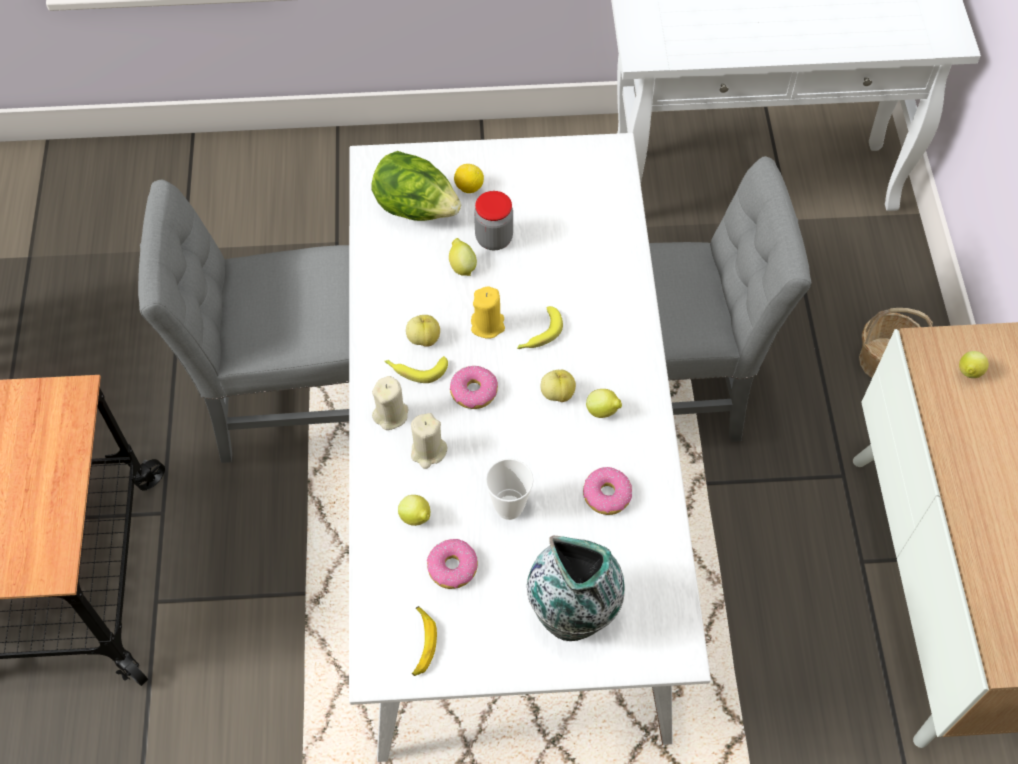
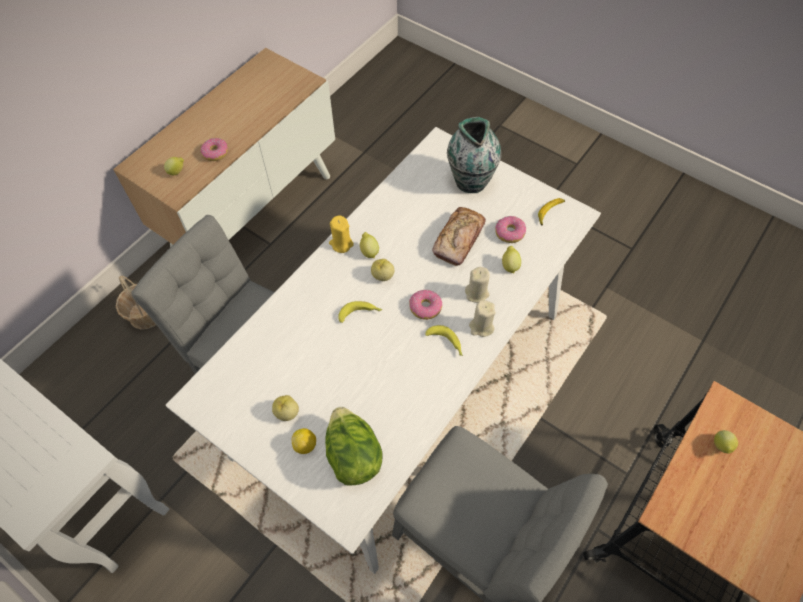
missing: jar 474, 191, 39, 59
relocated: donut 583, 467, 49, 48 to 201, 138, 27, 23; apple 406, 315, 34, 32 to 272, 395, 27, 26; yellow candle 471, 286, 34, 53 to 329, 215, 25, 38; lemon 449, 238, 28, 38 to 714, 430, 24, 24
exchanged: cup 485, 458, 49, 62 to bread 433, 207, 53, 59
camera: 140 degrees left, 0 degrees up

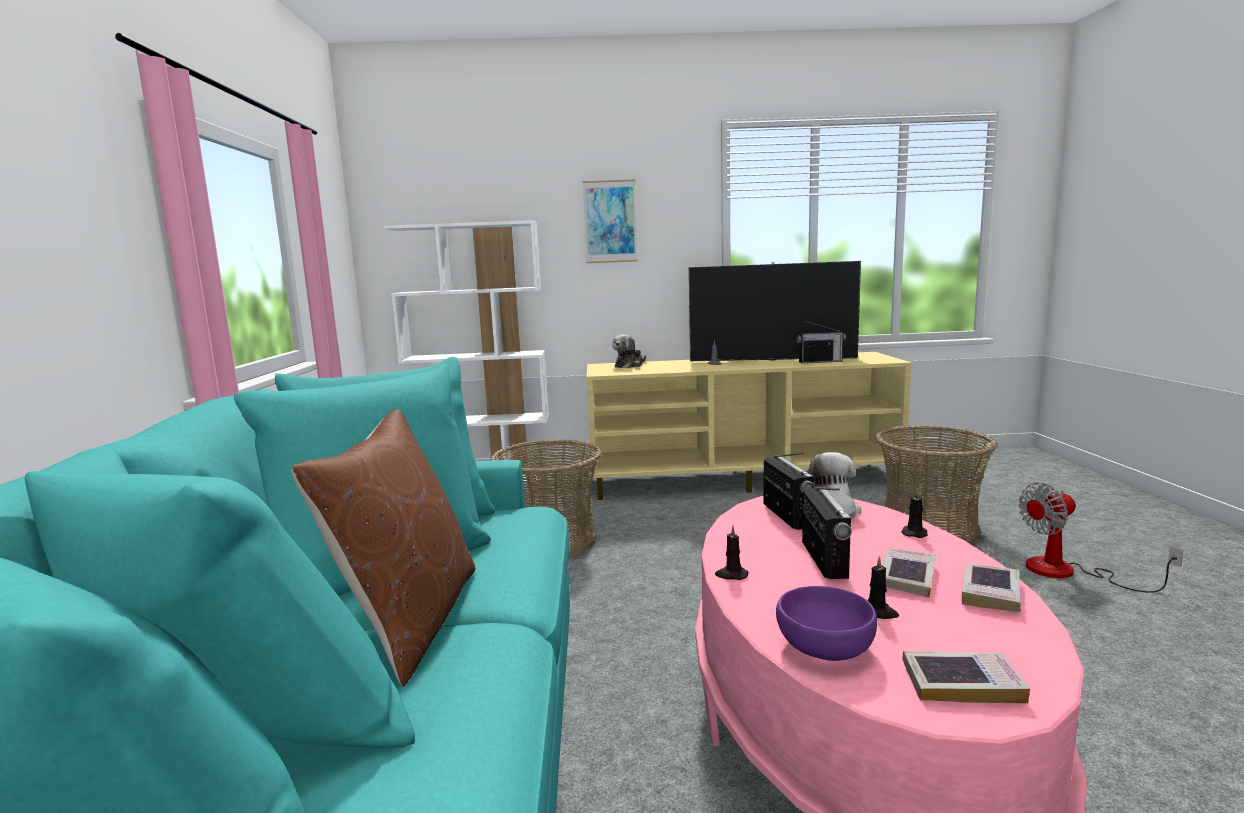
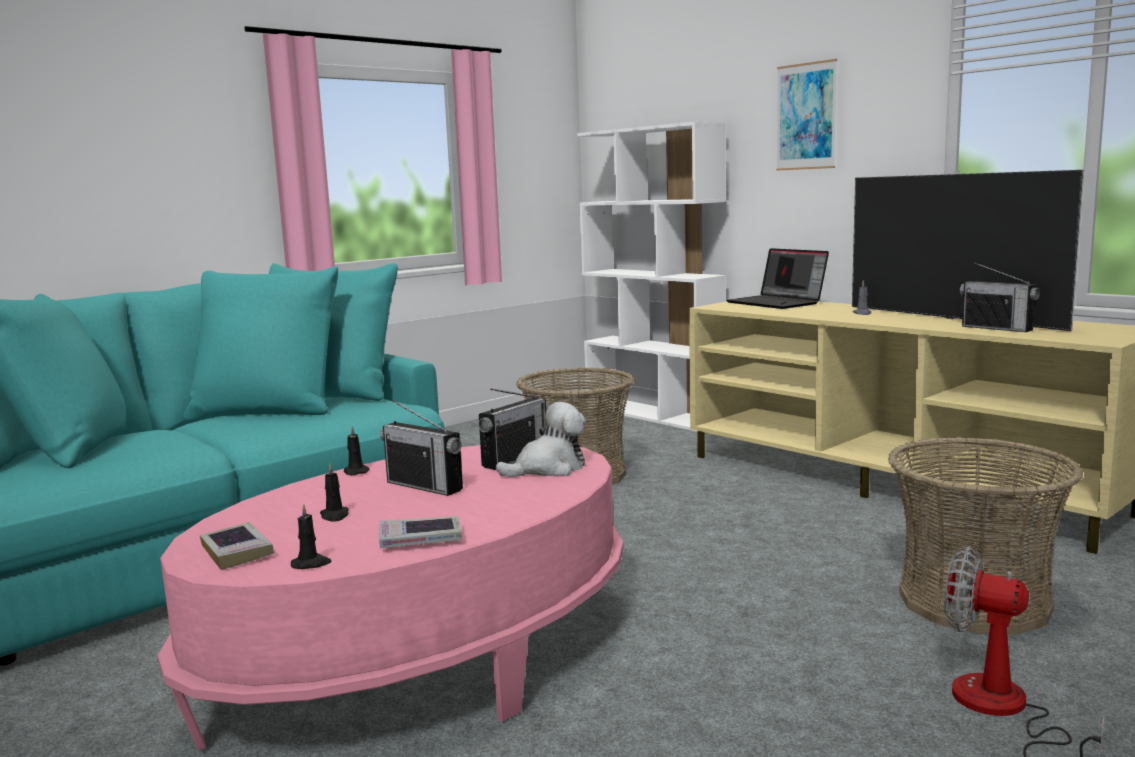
missing: brown pillow 291, 409, 184, 278; purple bowl 776, 586, 101, 75; book 883, 548, 53, 50
relocated: black candle 901, 489, 27, 49 to 291, 504, 41, 65
exchanged: plush toy 612, 334, 34, 34 to laptop 727, 248, 102, 61
spun: radio 802, 486, 50, 93 = 380, 400, 83, 96 75 degrees clockwise
camera: 50 degrees right, 0 degrees up

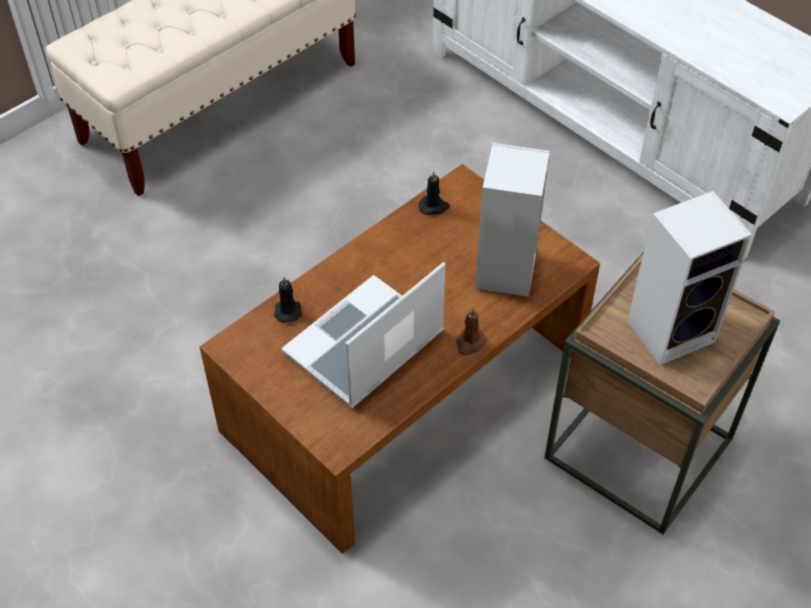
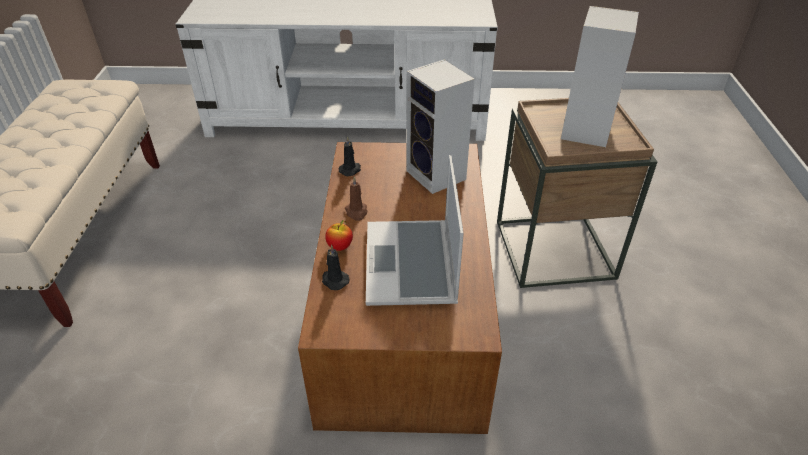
appeared: apple 325, 220, 28, 31
relocated: brown candle 456, 308, 31, 47 to 345, 177, 22, 44
camera: 45 degrees left, 10 degrees down

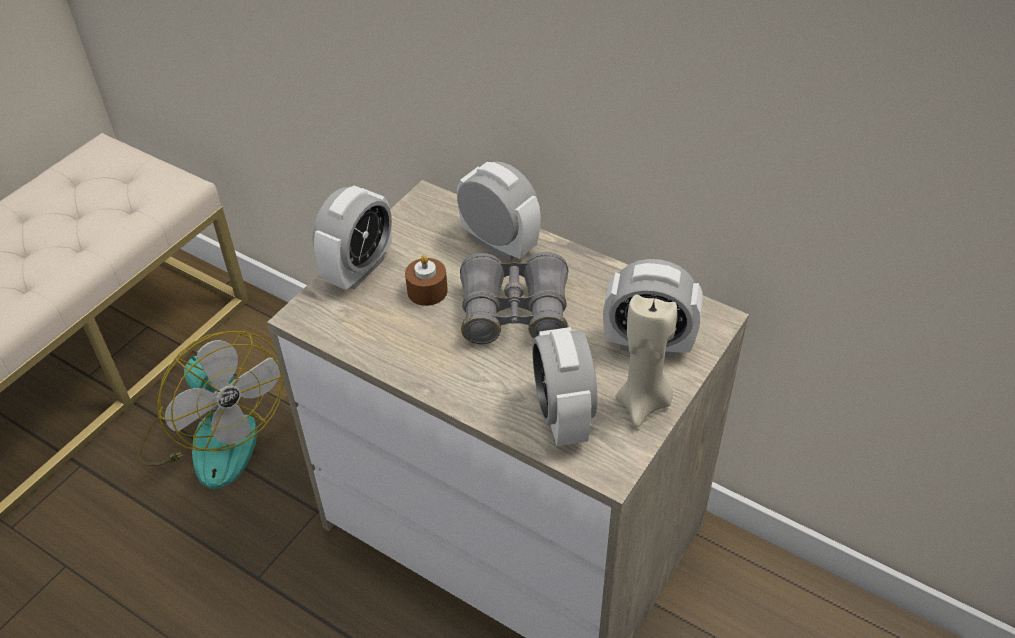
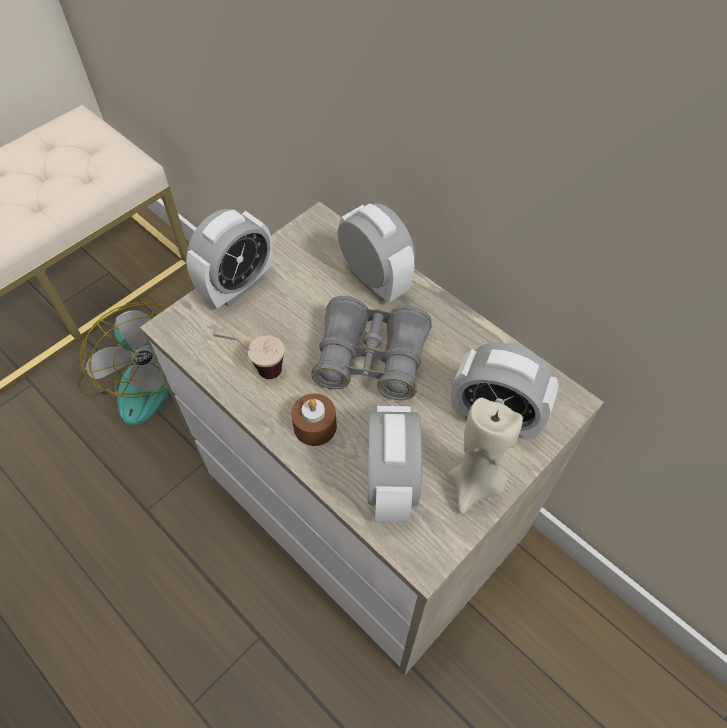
appeared: cup 213, 334, 71, 45
relocated: brown candle 405, 255, 43, 51 to 291, 394, 46, 52
camera: 10 degrees right, 10 degrees up

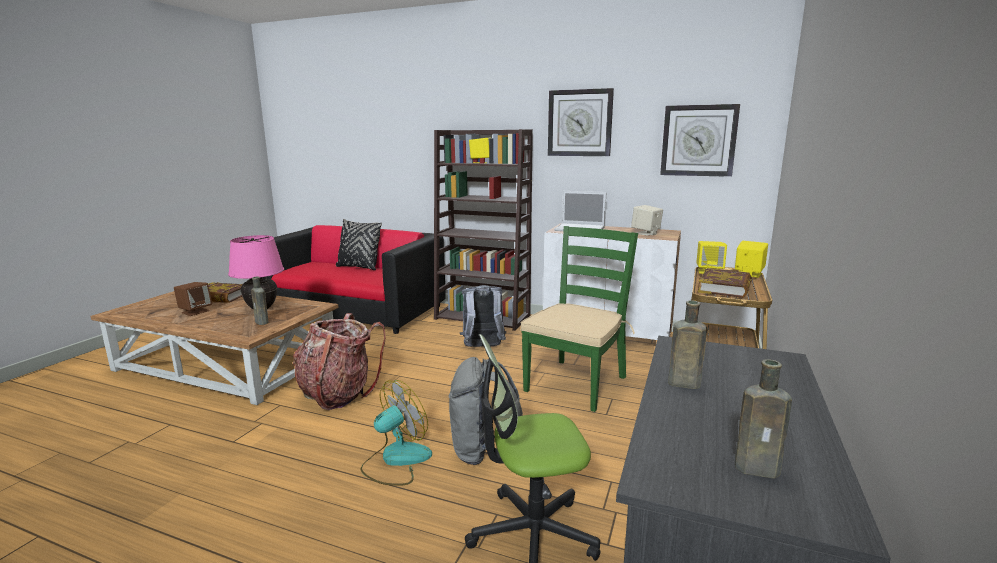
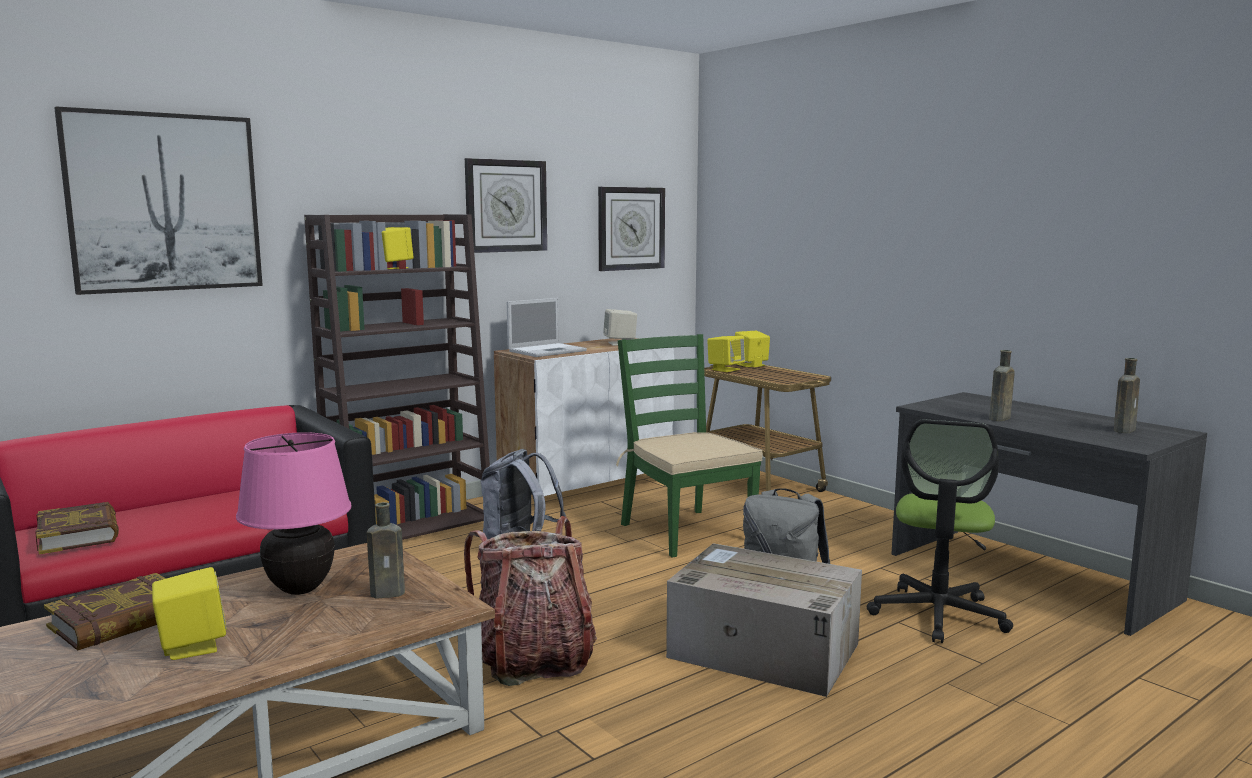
missing: black pillow 336, 219, 46, 51
appeared: picture 54, 106, 209, 189
relocated: book 698, 268, 54, 30 to 35, 502, 84, 52
exchanged: fan 360, 380, 72, 106 to cardboard box 666, 543, 196, 154
colour: brown speaker 174, 282, 38, 34 to yellow speaker 152, 567, 75, 93
camera: 60 degrees left, 5 degrees down

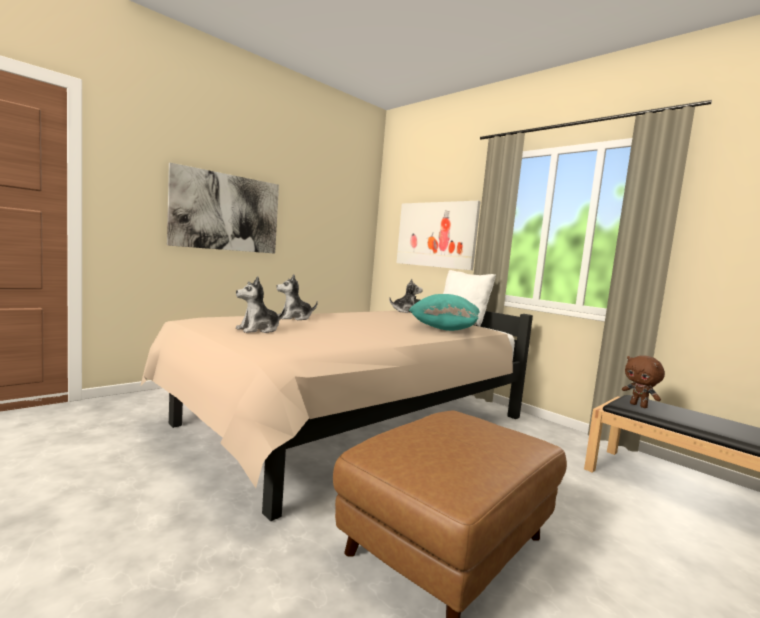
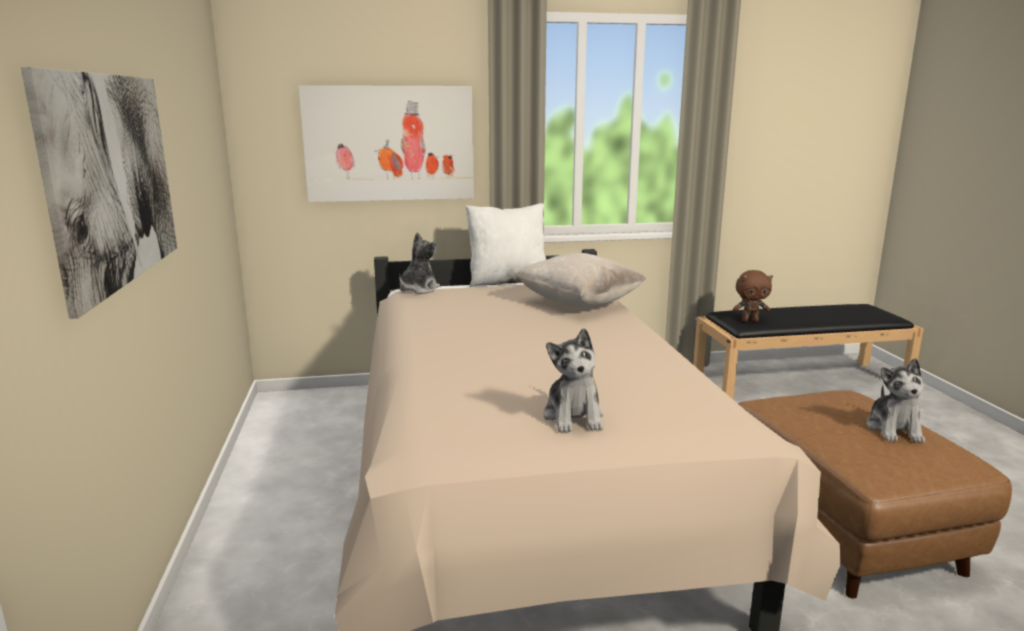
relocated: plush toy 277, 274, 41, 46 to 866, 358, 59, 85
colour: turquoise pillow 409, 294, 70, 37 to beige pillow 515, 253, 131, 54
camera: 55 degrees left, 10 degrees up

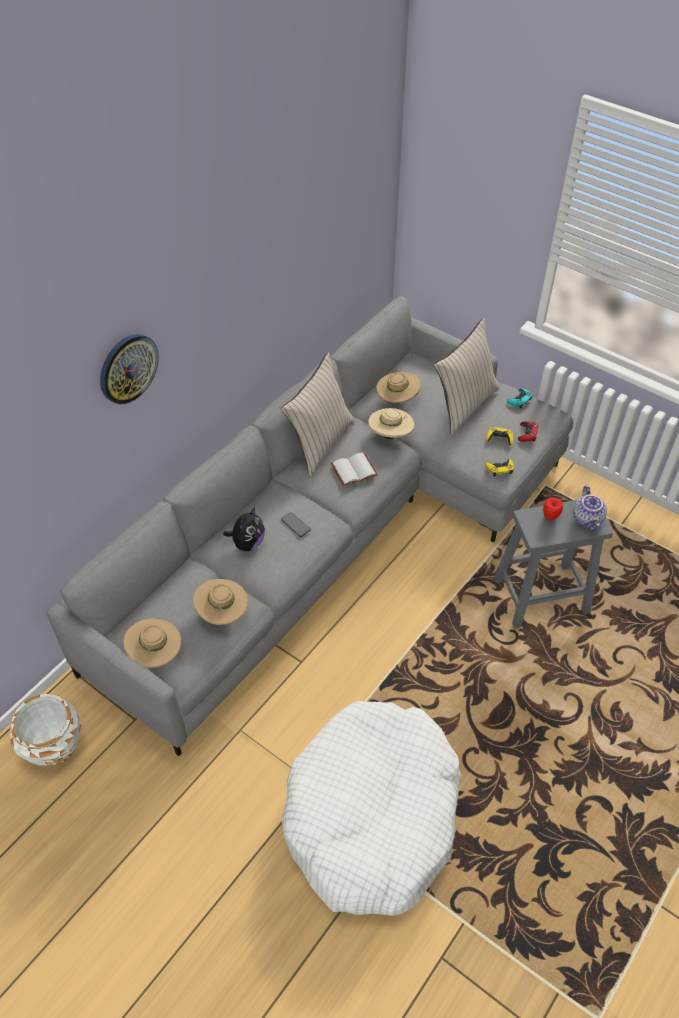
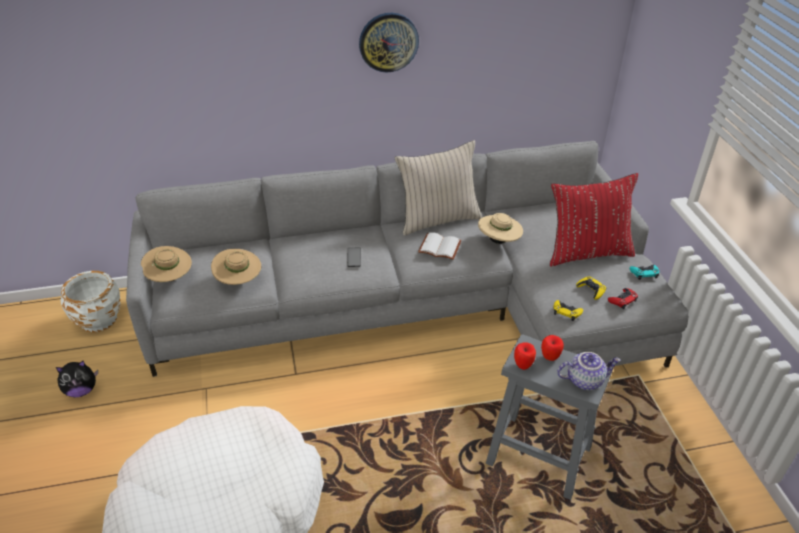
missing: beige hat 376, 368, 45, 35
appeared: apple 514, 343, 22, 27
relocated: plush toy 223, 507, 42, 44 to 56, 361, 42, 36; wall clock 100, 334, 59, 70 to 359, 13, 60, 60
colour: beige pillow 434, 318, 65, 117 to red pillow 550, 173, 88, 94
spun: teapot 573, 486, 34, 45 = 557, 352, 64, 38 135 degrees counterclockwise
camera: 40 degrees right, 10 degrees down

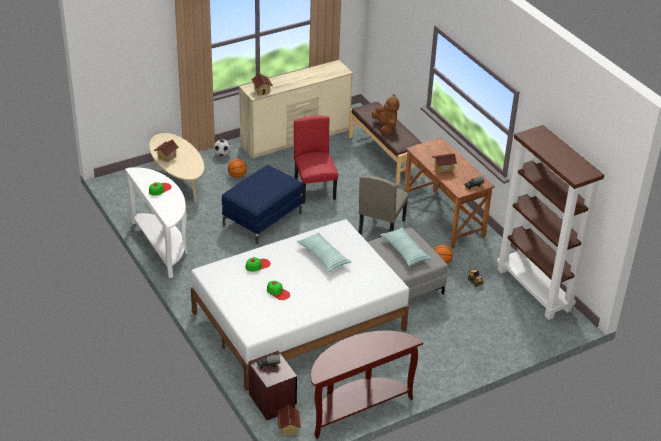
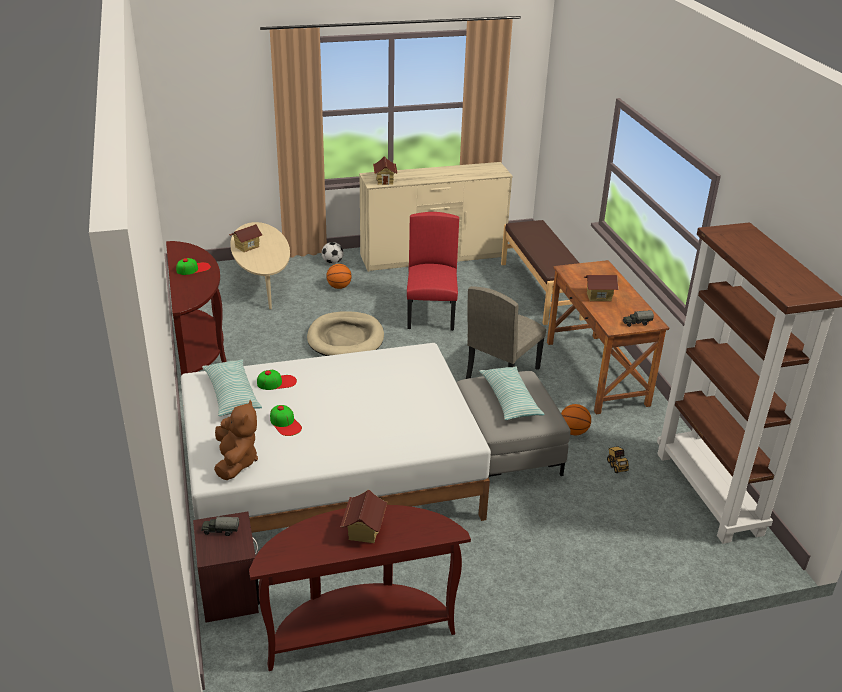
relocated: pillow 297, 232, 54, 40 to 202, 359, 60, 57; brown plush toy 372, 94, 27, 41 to 214, 400, 44, 80; toy house 277, 405, 24, 30 to 340, 490, 47, 53
exchanged: blue ottoman 222, 165, 81, 79 to beige dog bed 307, 311, 77, 45
colour: white console table 125, 167, 63, 111 to brown console table 166, 241, 61, 134
camera: 15 degrees right, 5 degrees down

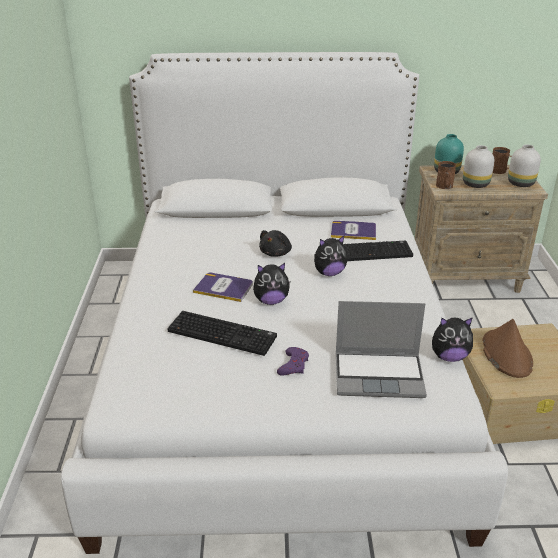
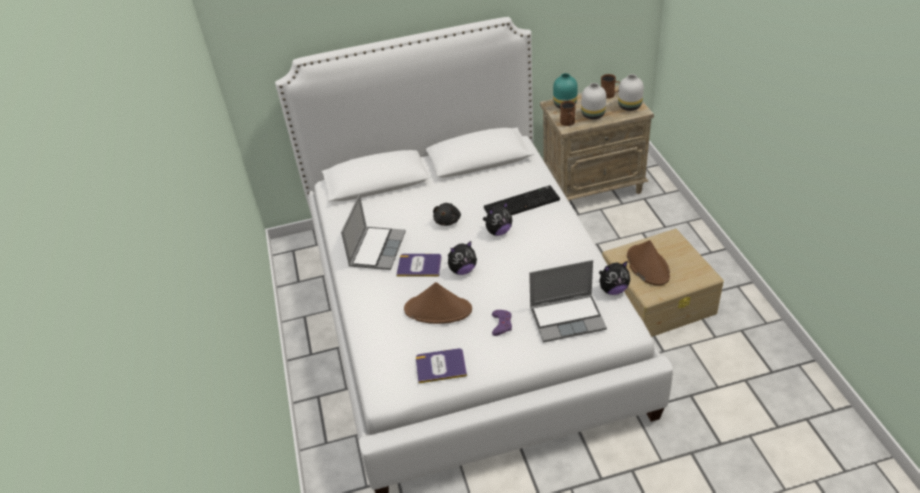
appeared: laptop 341, 194, 65, 76
relocated: book 331, 221, 45, 19 to 416, 348, 51, 35
exchanged: keyboard 167, 311, 110, 45 to brown hat 404, 282, 68, 42
camera: 10 degrees left, 10 degrees up

